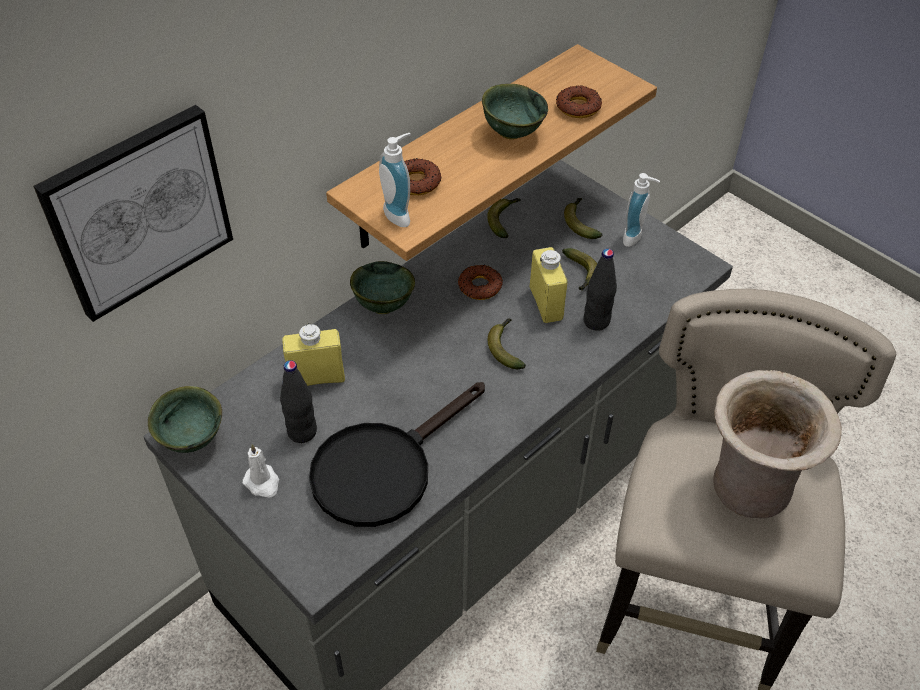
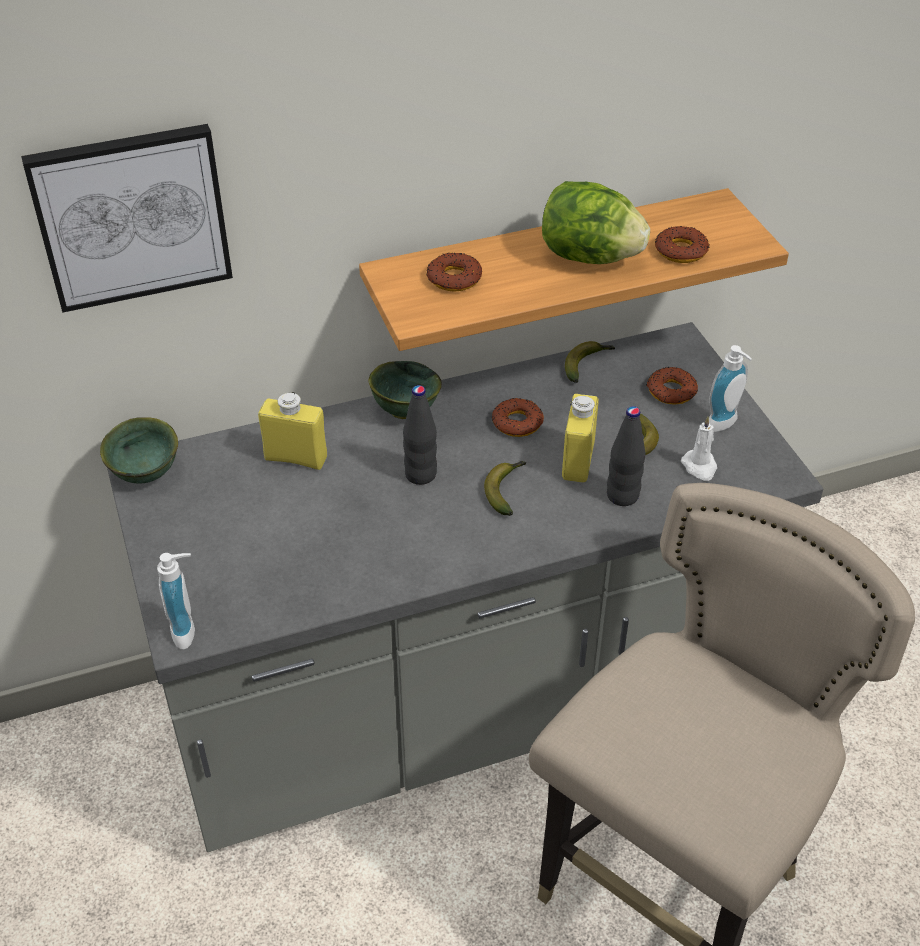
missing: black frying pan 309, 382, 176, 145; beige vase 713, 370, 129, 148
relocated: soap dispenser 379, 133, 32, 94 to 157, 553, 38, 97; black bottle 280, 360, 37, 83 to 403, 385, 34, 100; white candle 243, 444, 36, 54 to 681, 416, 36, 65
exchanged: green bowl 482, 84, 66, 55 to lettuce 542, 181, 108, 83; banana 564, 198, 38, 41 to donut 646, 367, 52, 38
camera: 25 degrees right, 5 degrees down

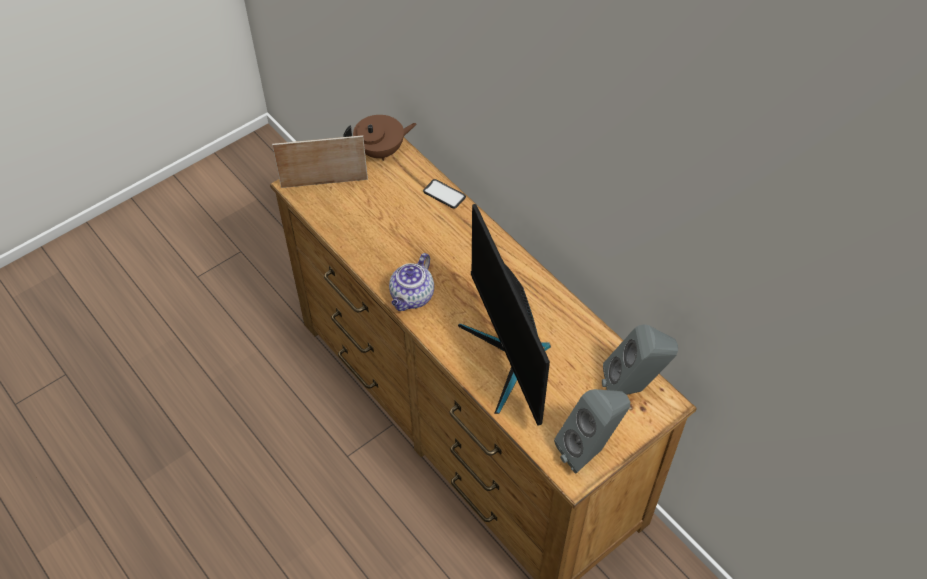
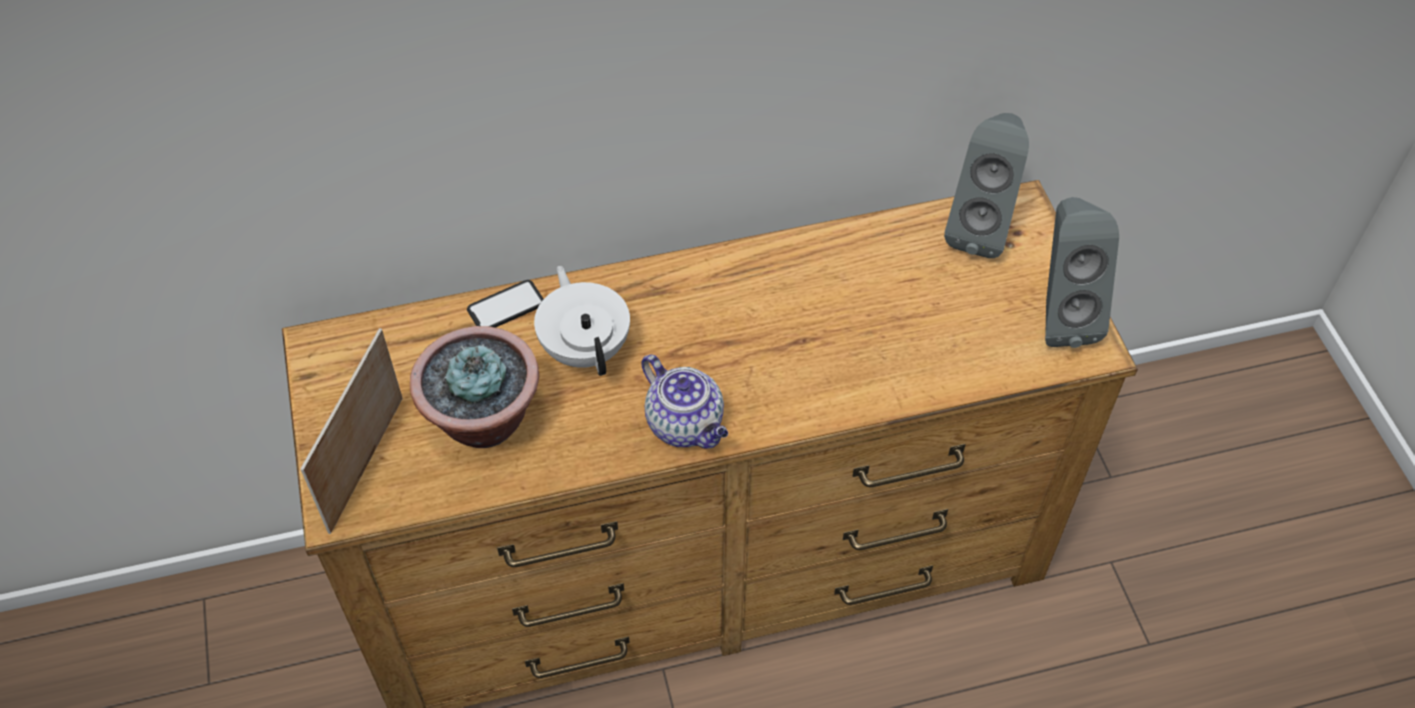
missing: brown teapot 343, 115, 74, 46; monitor 458, 204, 93, 222
appeared: potted plant 410, 326, 129, 122; white teapot 534, 265, 96, 111
camera: 65 degrees left, 0 degrees up

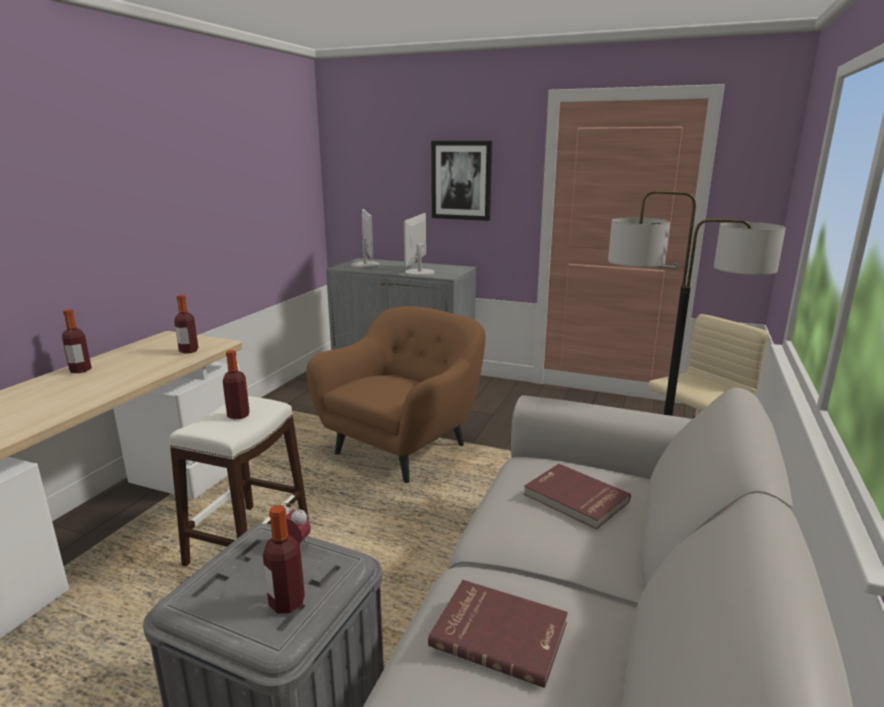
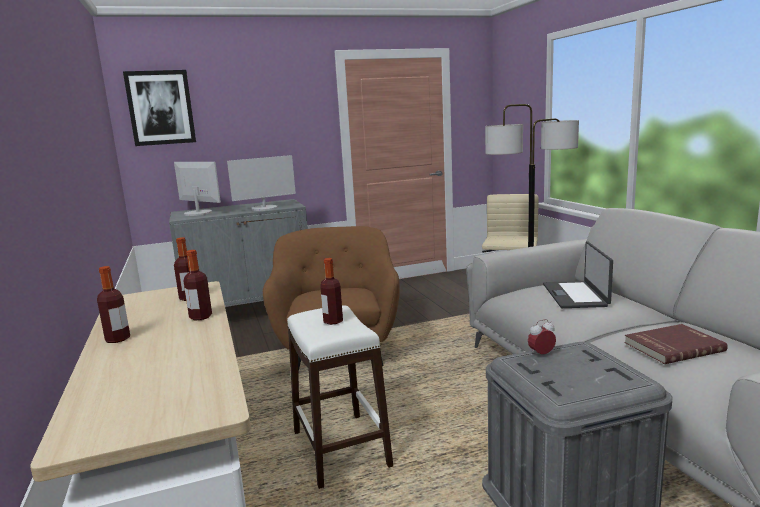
relocated: picture 431, 141, 61, 80 to 123, 70, 73, 76; bottle 263, 505, 42, 109 to 183, 250, 29, 70
exchanged: red book 524, 464, 107, 65 to laptop 543, 241, 70, 67
spun: monitor 403, 213, 31, 63 = 227, 155, 69, 56 90 degrees counterclockwise
camera: 40 degrees left, 5 degrees down

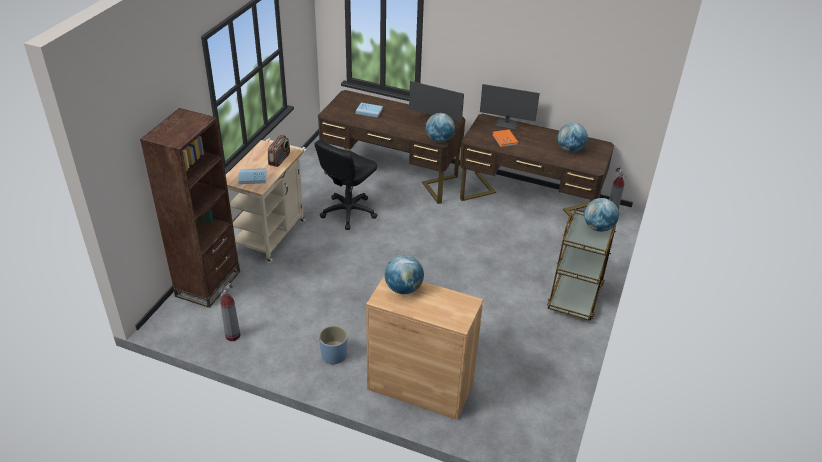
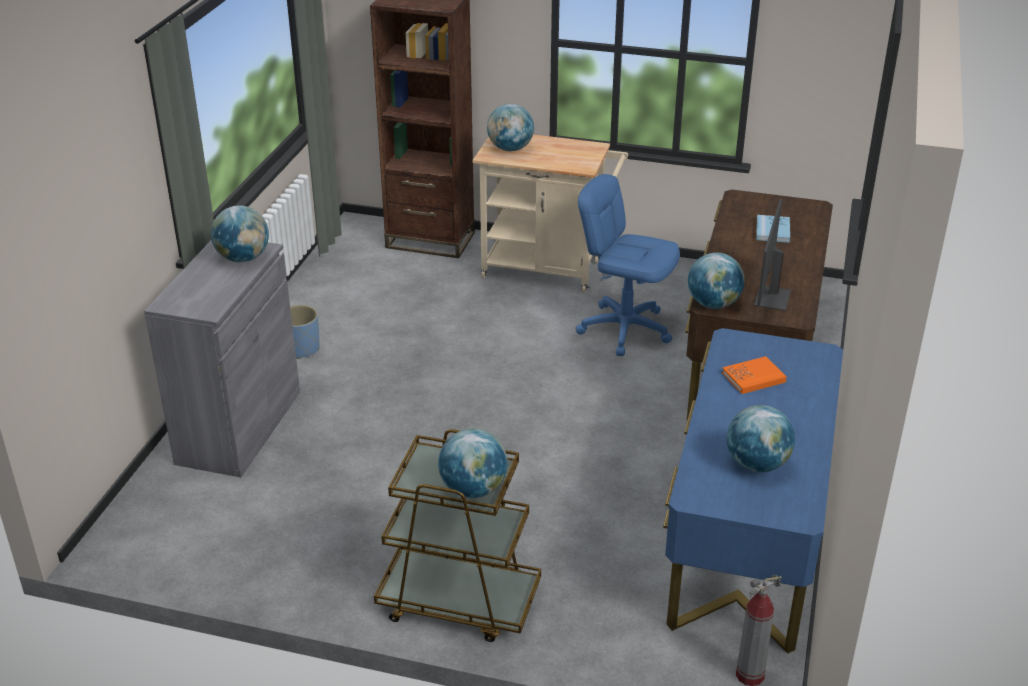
missing: fire extinguisher 219, 282, 21, 59; radio 268, 135, 22, 32; monitor 480, 84, 60, 46
exchanged: blue book 238, 168, 29, 16 to globe 487, 104, 47, 48
colour: brown cabinet 366, 276, 117, 144 to grey cabinet 144, 240, 156, 237; black office chair 314, 140, 63, 90 to blue office chair 576, 174, 104, 182; brown desk 460, 114, 154, 102 to blue desk 663, 328, 180, 326
camera: 85 degrees right, 5 degrees down

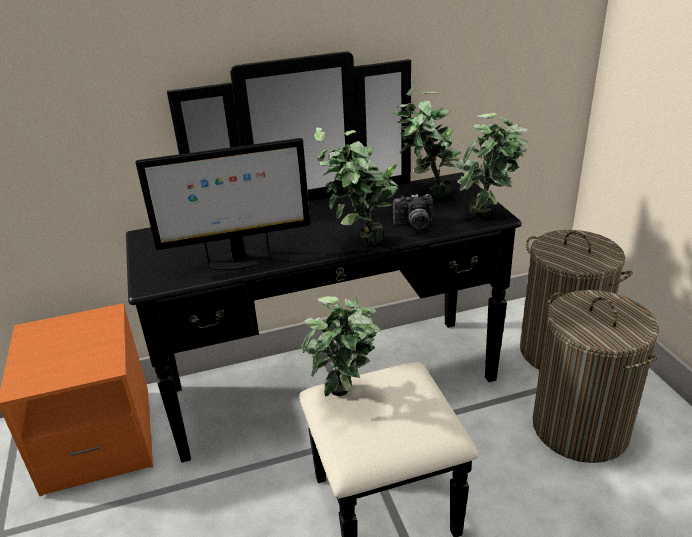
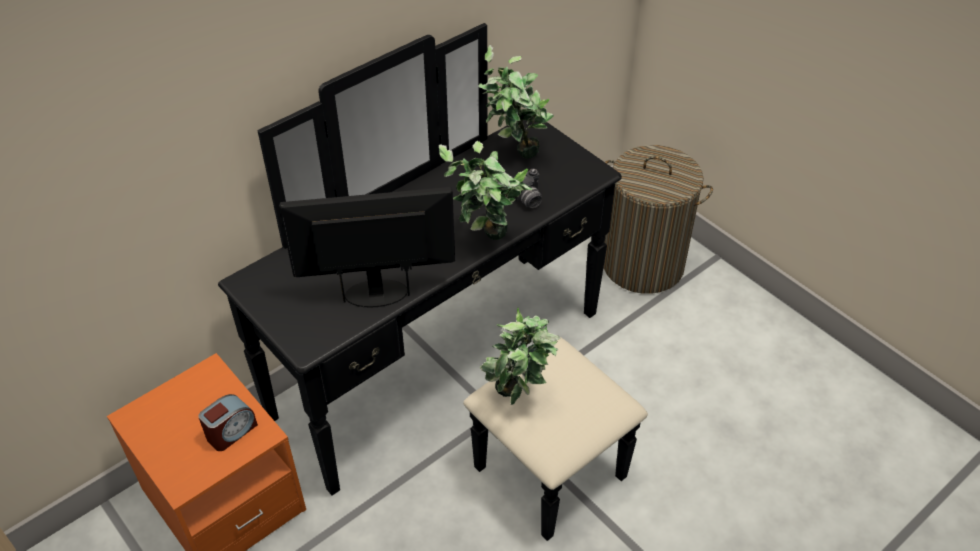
missing: potted plant 455, 113, 75, 106; laundry basket 533, 290, 126, 173
appeared: alarm clock 198, 394, 60, 57
spun: monitor 136, 138, 174, 133 = 279, 187, 176, 121 150 degrees counterclockwise
camera: 25 degrees left, 15 degrees up

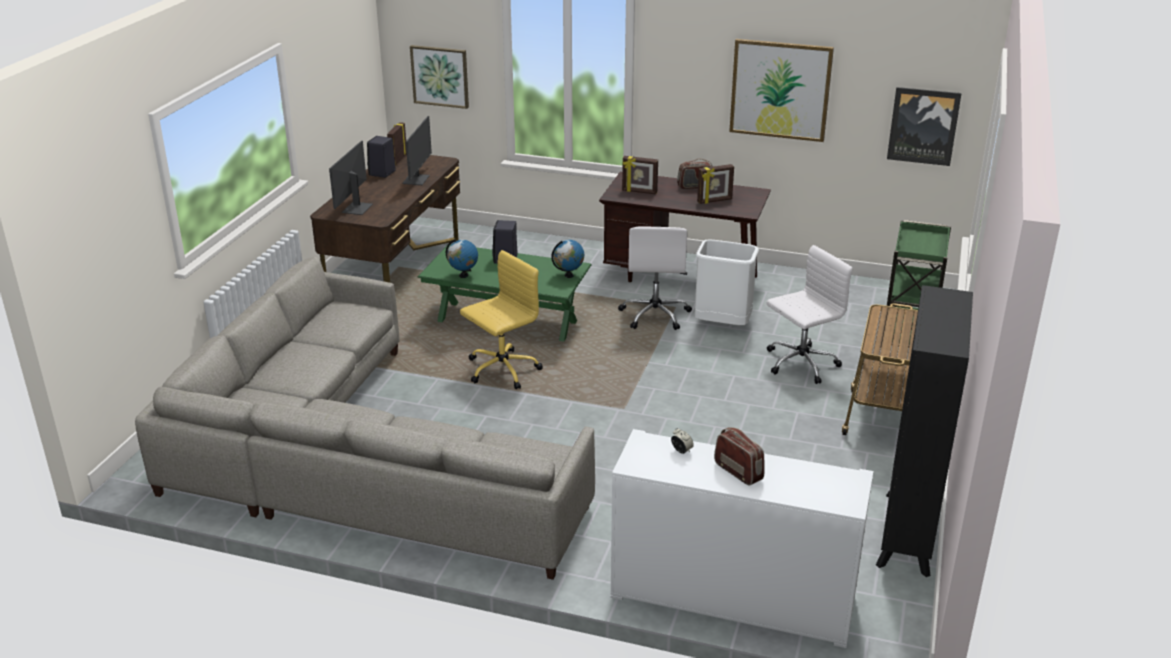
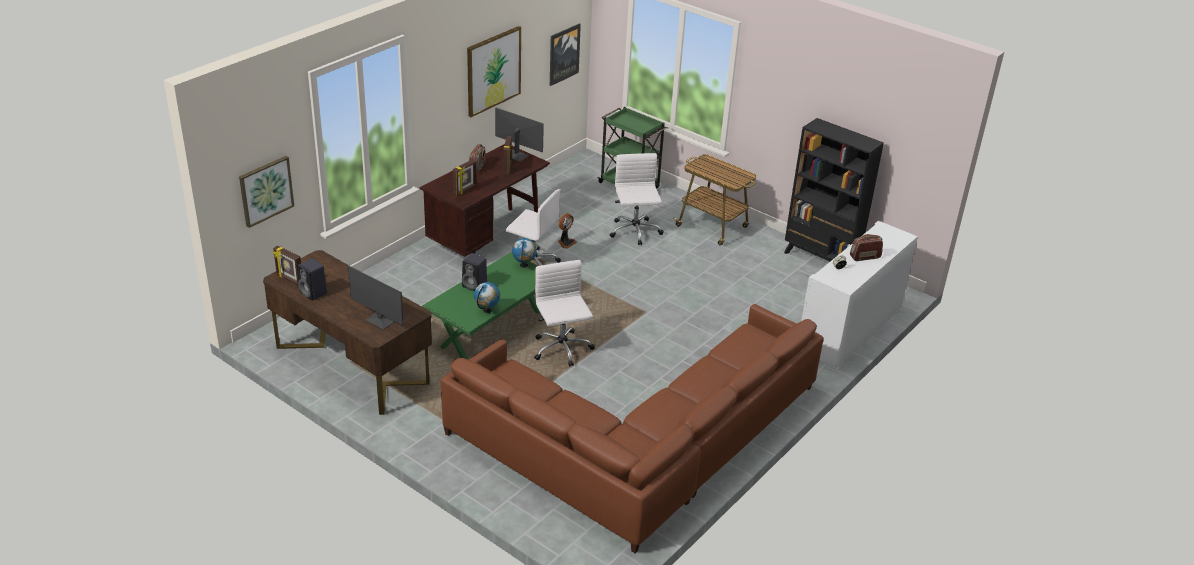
relocated: monitor 402, 116, 30, 69 to 495, 108, 49, 54
exchanged: white trash can 695, 240, 64, 85 to fan 558, 213, 19, 36
colour: grey sofa 135, 257, 460, 323 to brown sofa 440, 304, 384, 249; yellow office chair 460, 250, 83, 139 to white office chair 534, 260, 61, 106
camera: 70 degrees left, 5 degrees up

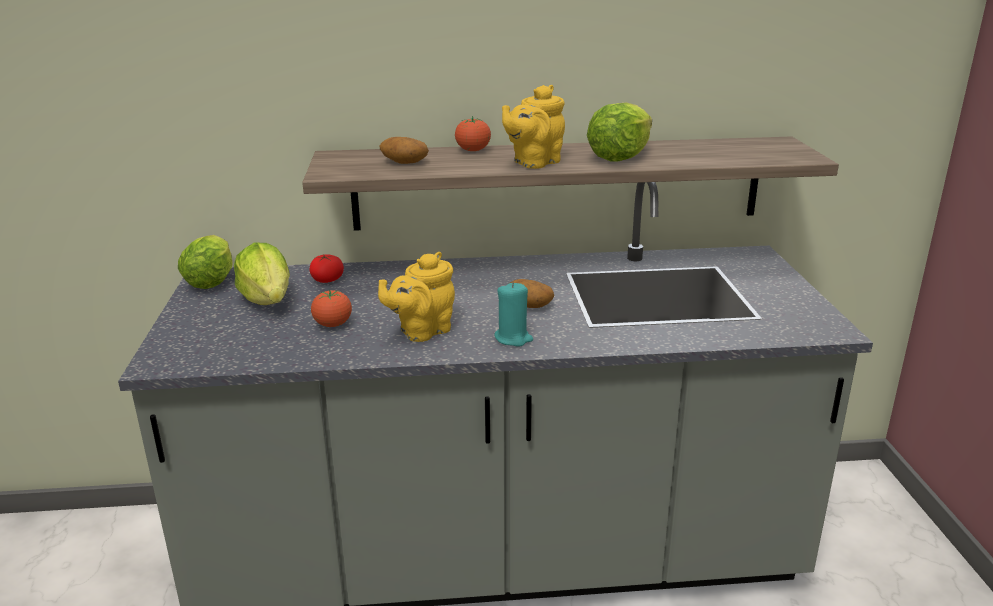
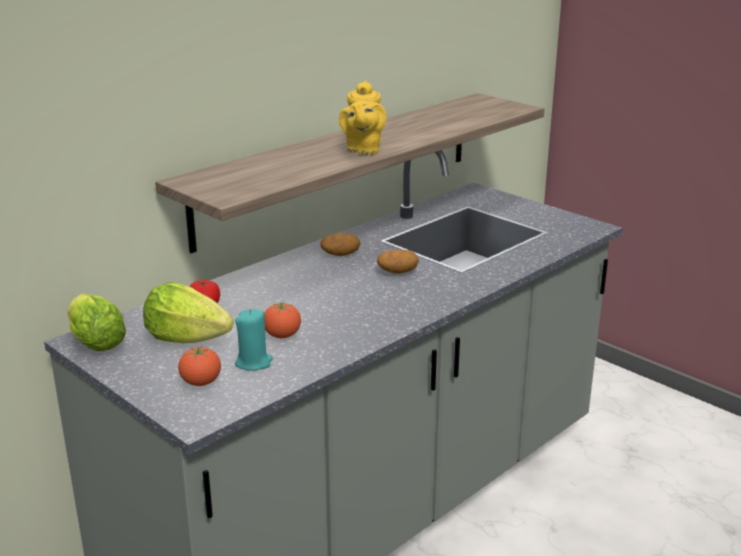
missing: yellow teapot 378, 252, 77, 90; lettuce 587, 103, 65, 59
relocated: tomato 455, 116, 36, 35 to 178, 346, 43, 40; turquoise candle 494, 282, 39, 65 to 235, 309, 38, 62; potato 379, 137, 50, 27 to 320, 233, 41, 23
camera: 40 degrees left, 0 degrees up

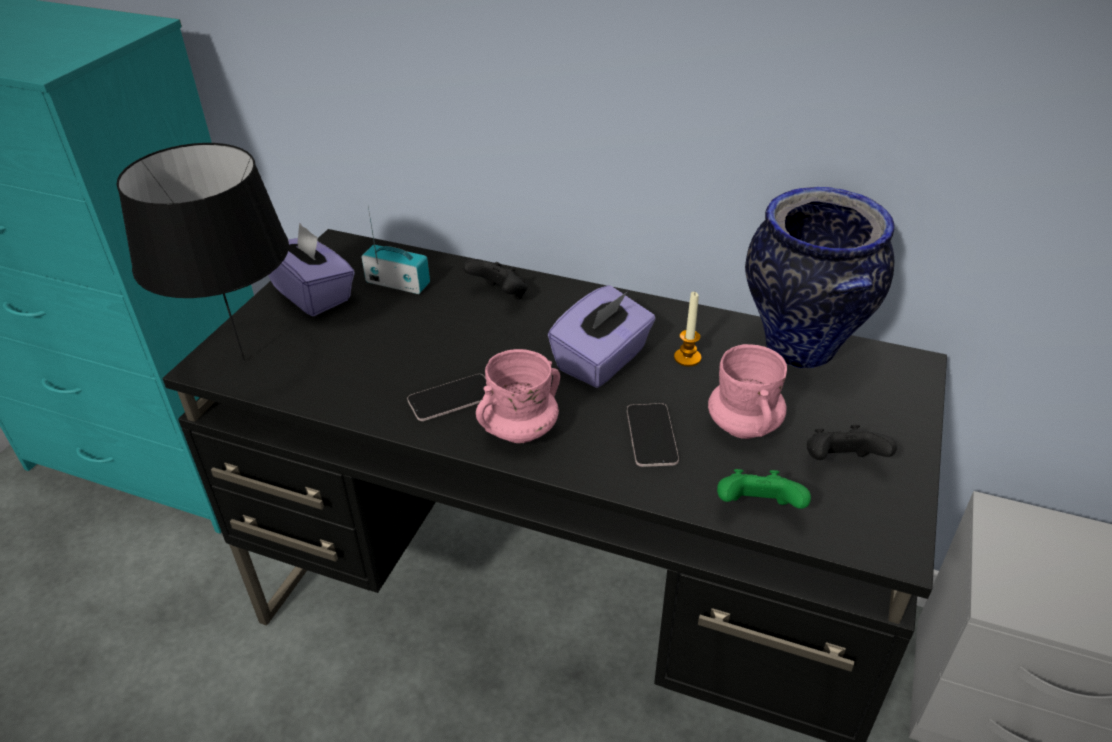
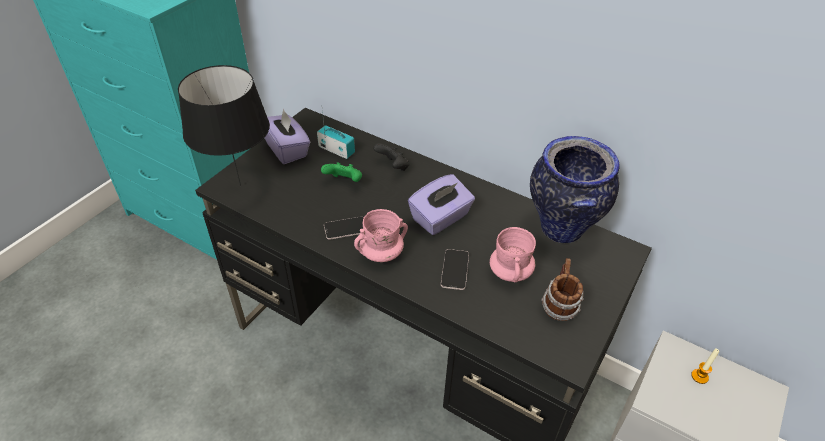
relocated: green game controller 717, 469, 94, 40 to 321, 162, 41, 20; candle 674, 292, 27, 74 to 691, 348, 28, 36
exchanged: black game controller 807, 425, 90, 35 to mug 541, 258, 43, 63
camera: 10 degrees right, 5 degrees up

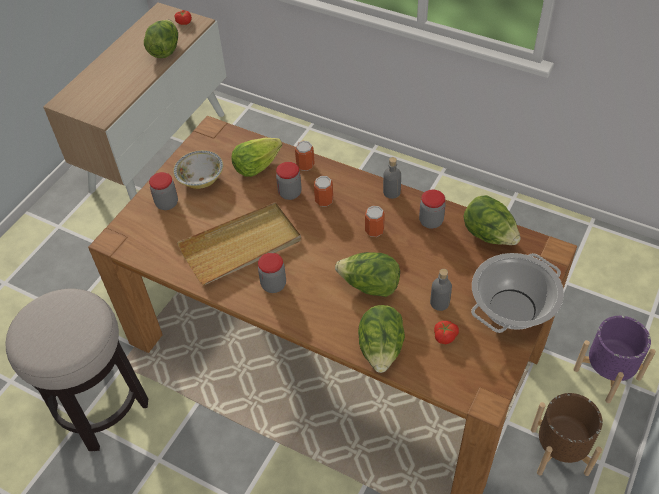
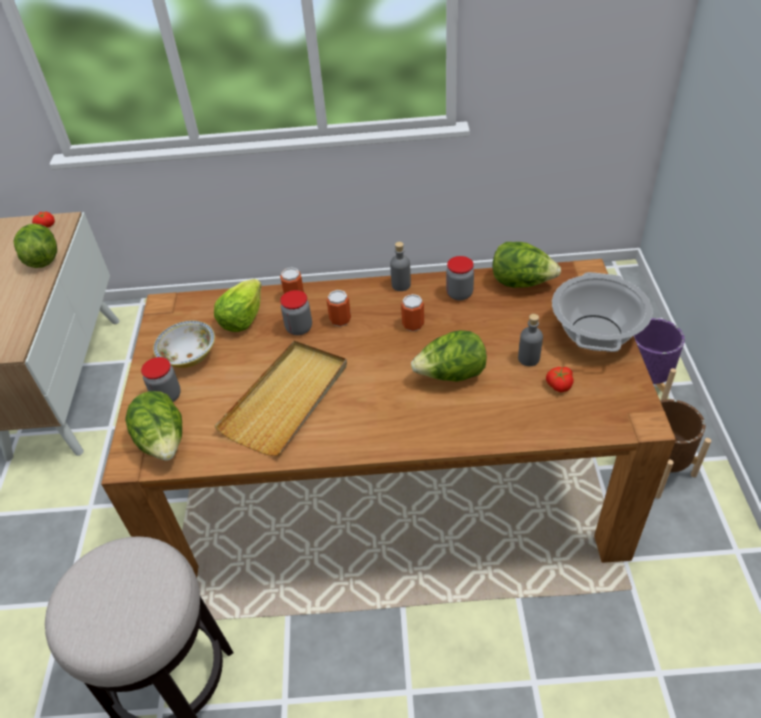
missing: jar 258, 253, 28, 40
relocated: lettuce 358, 305, 47, 68 to 125, 391, 57, 70
camera: 30 degrees left, 5 degrees down

